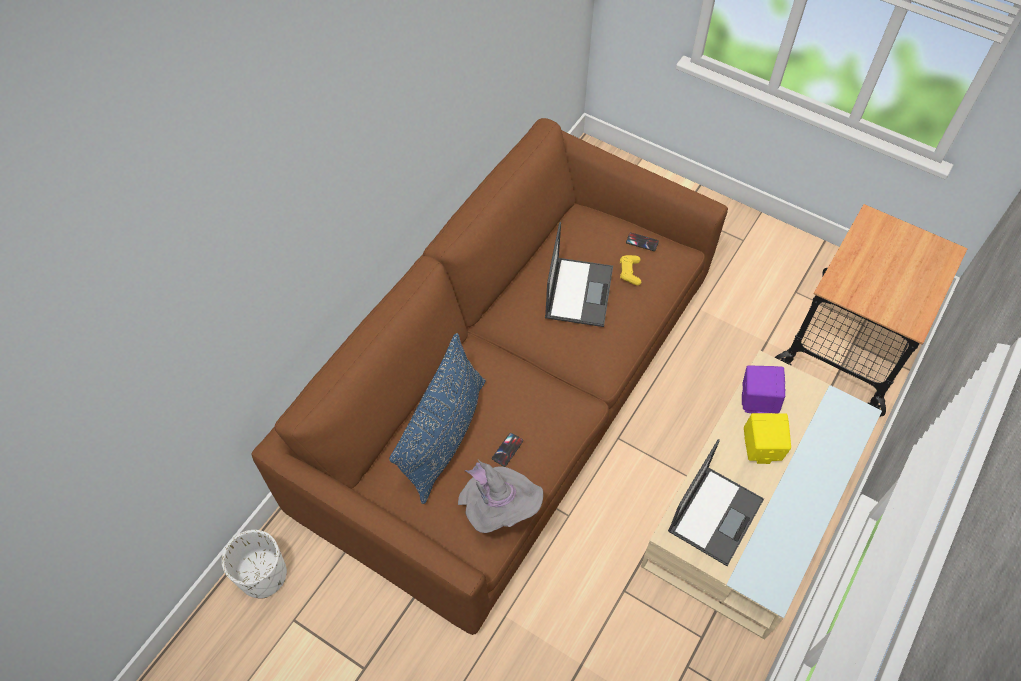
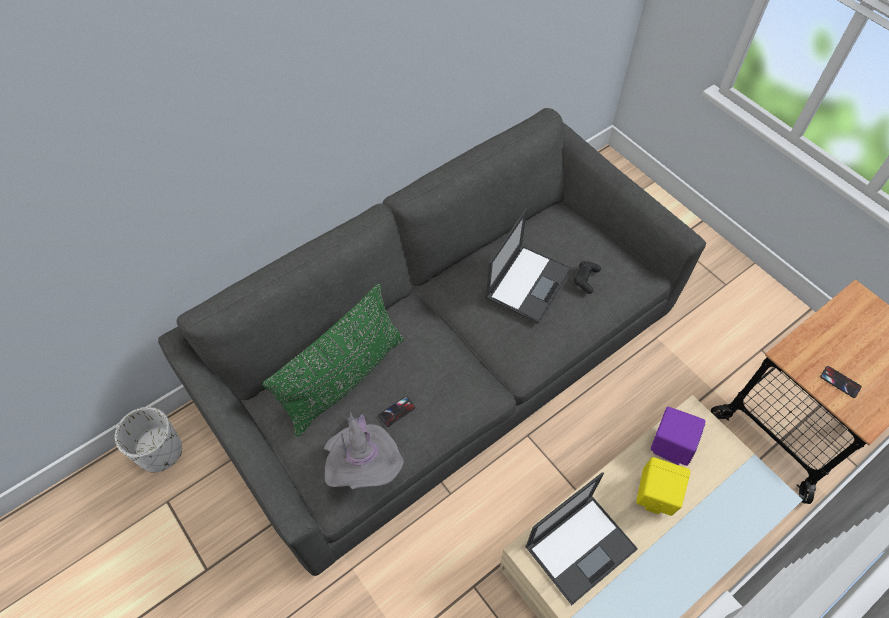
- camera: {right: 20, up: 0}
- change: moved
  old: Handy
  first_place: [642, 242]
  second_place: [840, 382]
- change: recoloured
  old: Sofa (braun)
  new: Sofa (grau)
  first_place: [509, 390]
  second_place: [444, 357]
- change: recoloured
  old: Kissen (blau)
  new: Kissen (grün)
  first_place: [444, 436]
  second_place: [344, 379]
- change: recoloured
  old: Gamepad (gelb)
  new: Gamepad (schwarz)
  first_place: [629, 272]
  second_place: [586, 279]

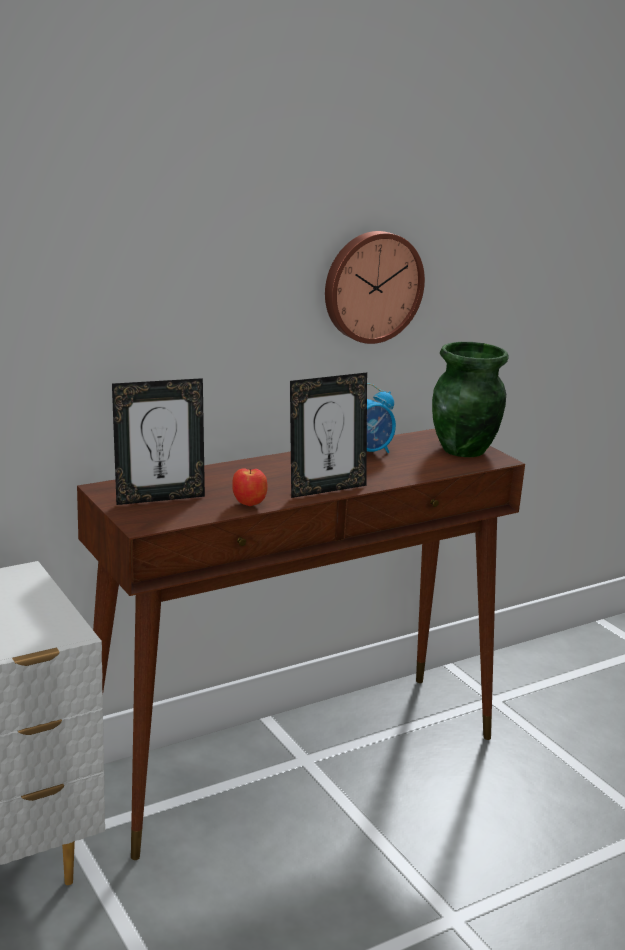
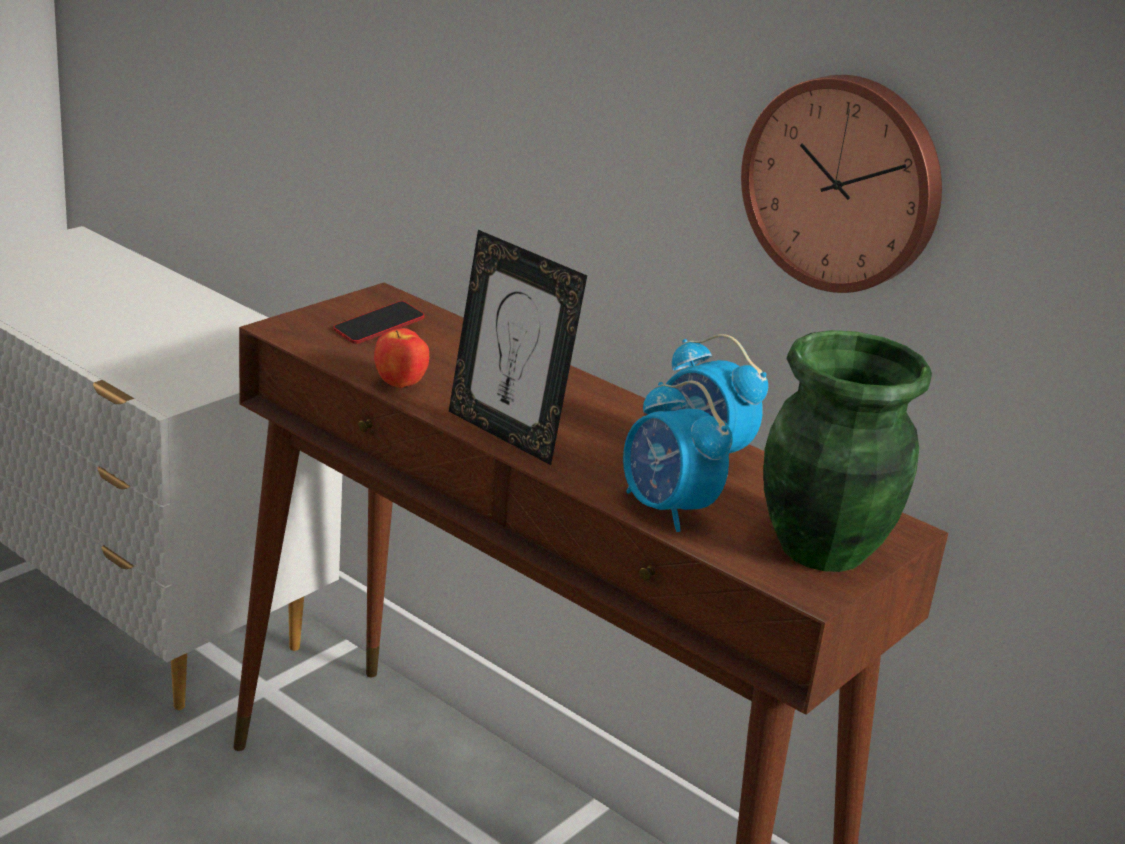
- camera: {right: 70, up: 5}
- change: added
  new: Wecker
  second_place: [667, 509]
- change: replaced
  old: Bilderrahmen
  new: Handy
  first_place: [159, 497]
  second_place: [379, 329]

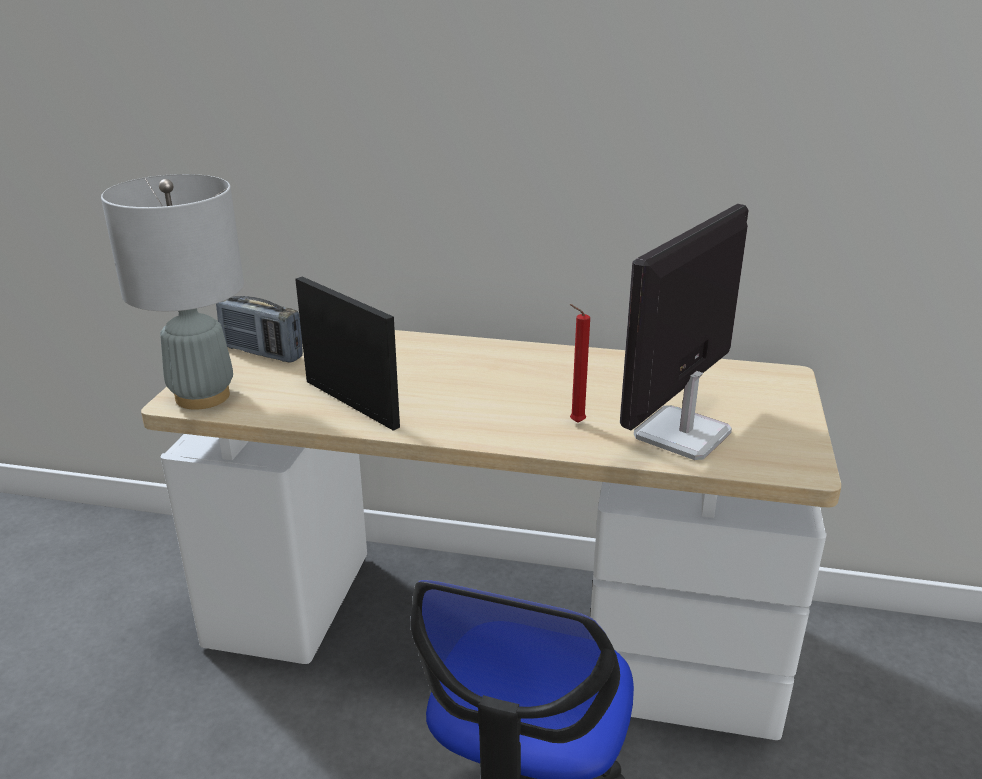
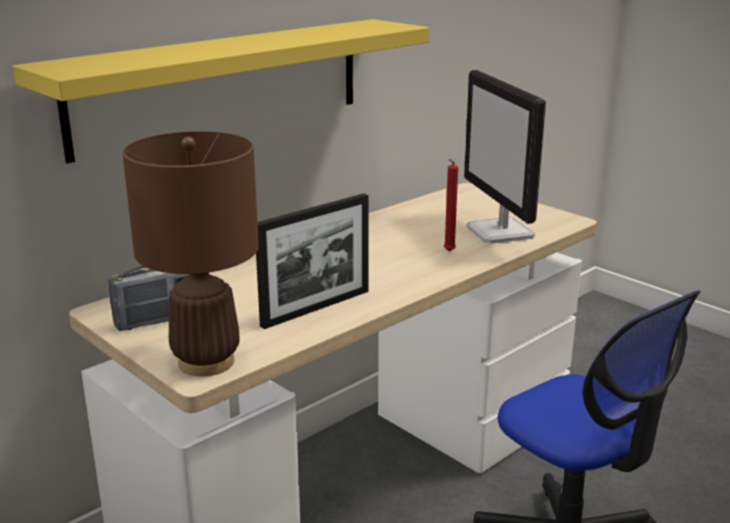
- camera: {right: -55, up: -5}
- change: added
  new: Wandregal (gelb)
  second_place: [223, 84]
- change: recoloured
  old: Tischlampe (grau)
  new: Tischlampe (braun)
  first_place: [203, 396]
  second_place: [206, 362]
- change: turned
  old: Bilderrahmen
  first_place: [351, 403]
  second_place: [316, 308]
  degrees: 150

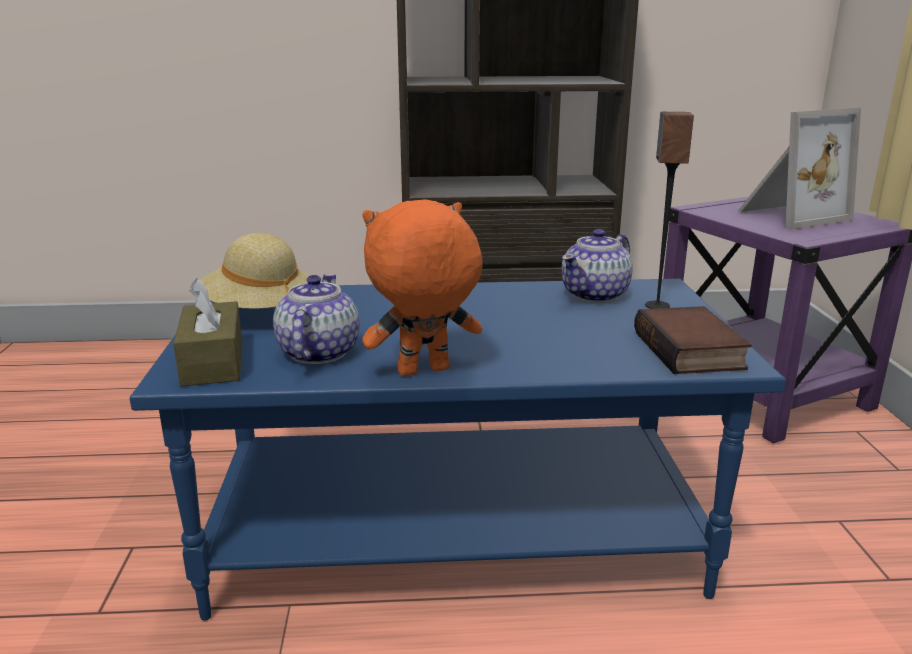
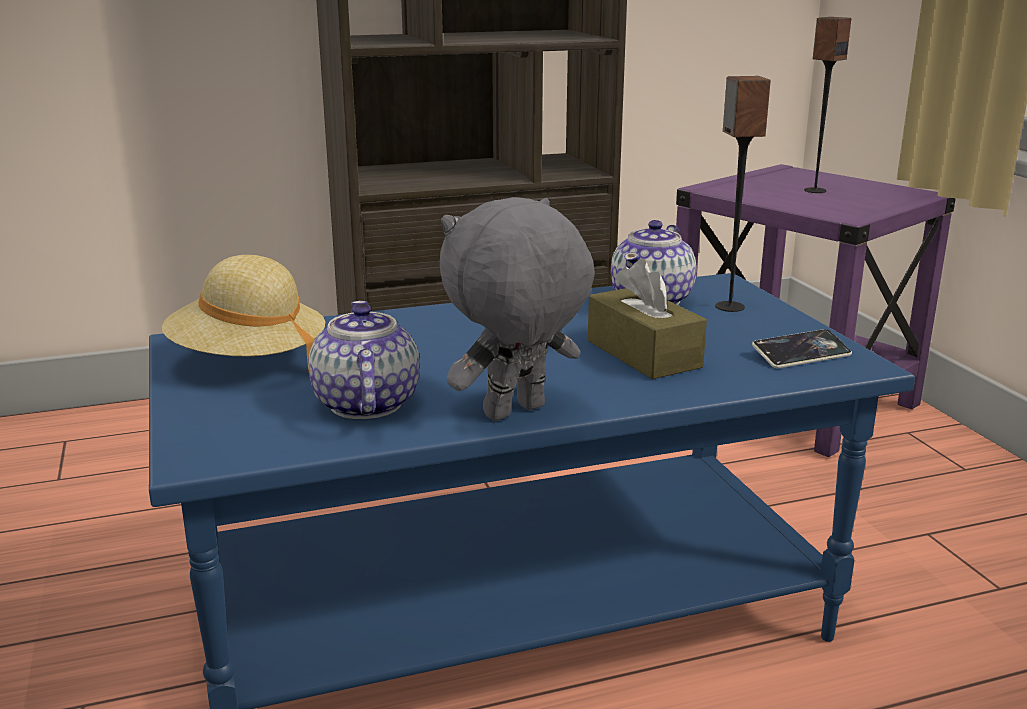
- camera: {right: -15, up: 0}
- change: moved
  old: Taschentuchbox (braun)
  first_place: [213, 362]
  second_place: [643, 354]
- change: replaced
  old: Buch
  new: Handy
  first_place: [692, 351]
  second_place: [801, 355]
- change: replaced
  old: Bilderrahmen
  new: Lautsprecher
  first_place: [789, 216]
  second_place: [814, 190]
- change: recoloured
  old: Plüschtier (orange)
  new: Plüschtier (grau)
  first_place: [423, 372]
  second_place: [515, 413]

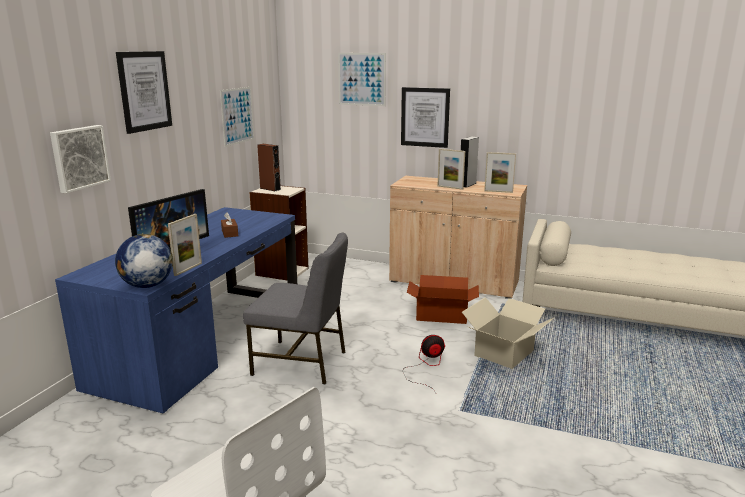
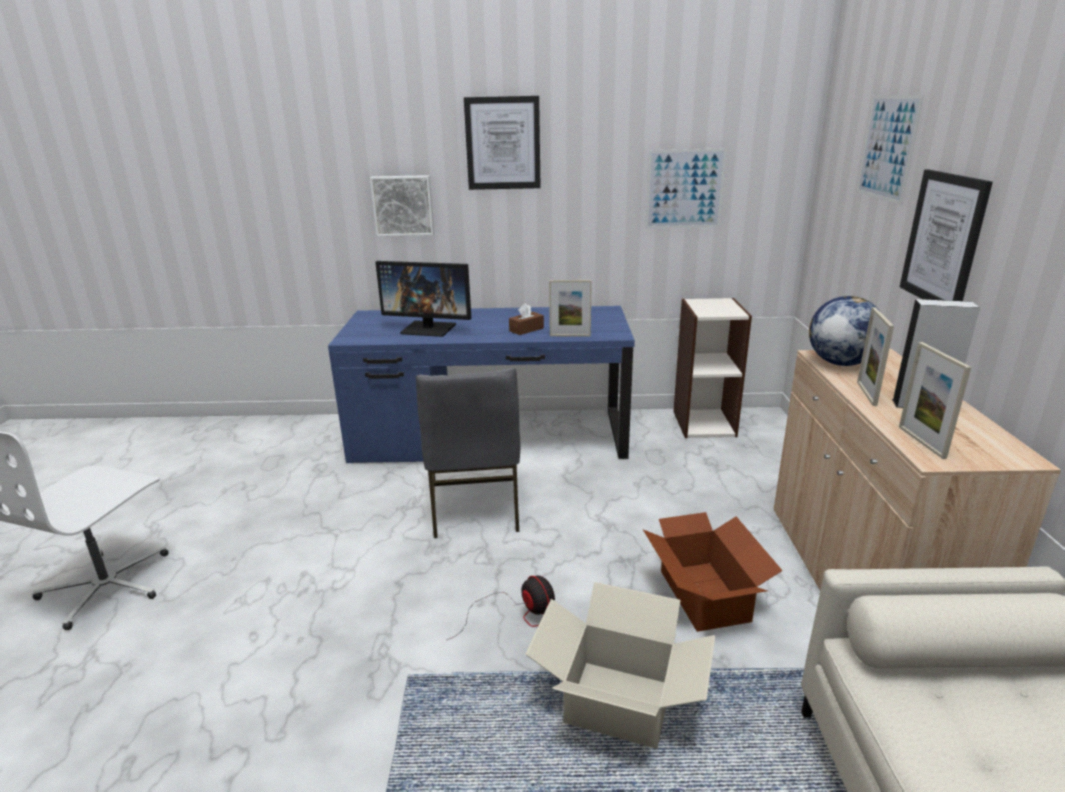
- camera: {right: 70, up: 5}
- change: removed
  old: Lautsprecher (braun)
  first_place: [270, 189]
- change: moved
  old: Globus
  first_place: [147, 285]
  second_place: [840, 363]
- change: moved
  old: Bilderrahmen
  first_place: [188, 269]
  second_place: [570, 335]

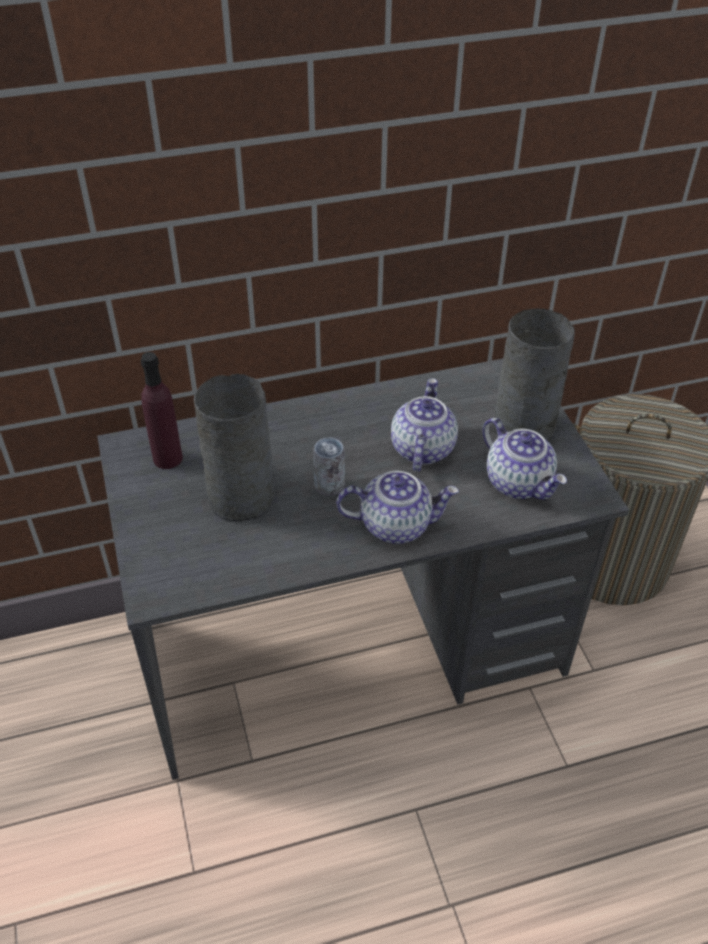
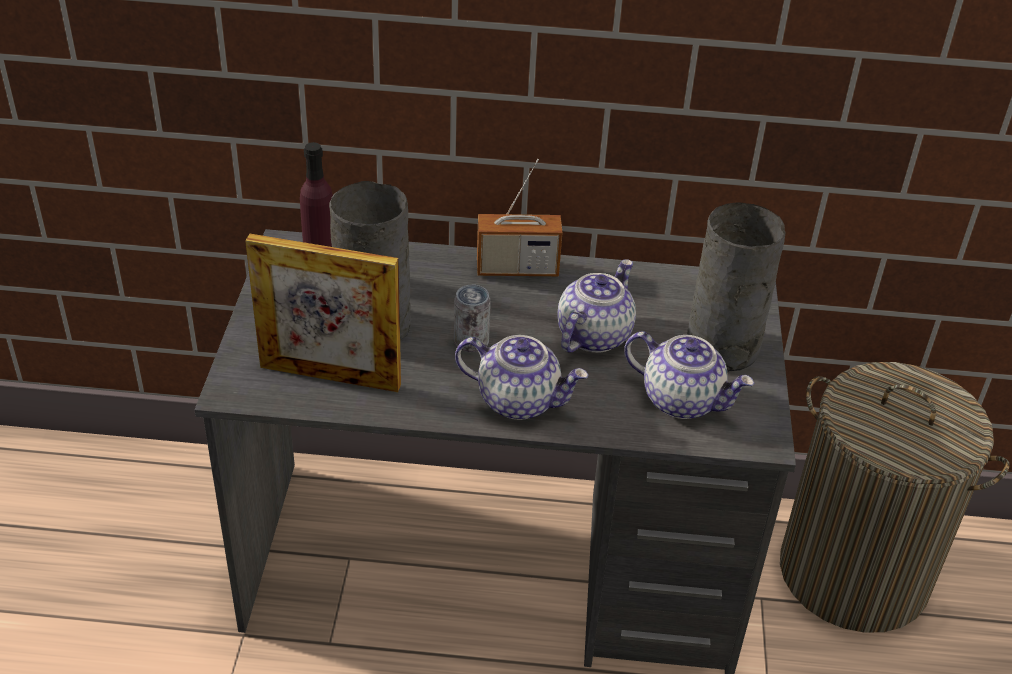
- camera: {right: 20, up: -5}
- change: added
  new: Bilderrahmen
  second_place: [330, 376]
- change: added
  new: Radio
  second_place: [517, 269]
- change: turned
  old: Teekanne
  first_place: [519, 482]
  second_place: [683, 400]
  degrees: -45

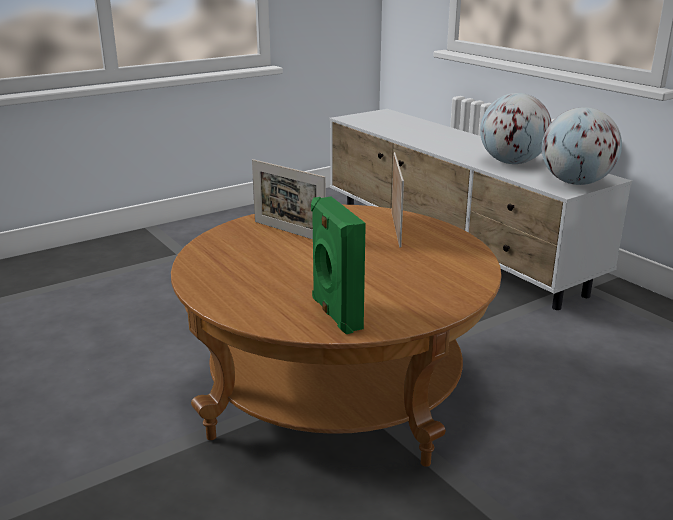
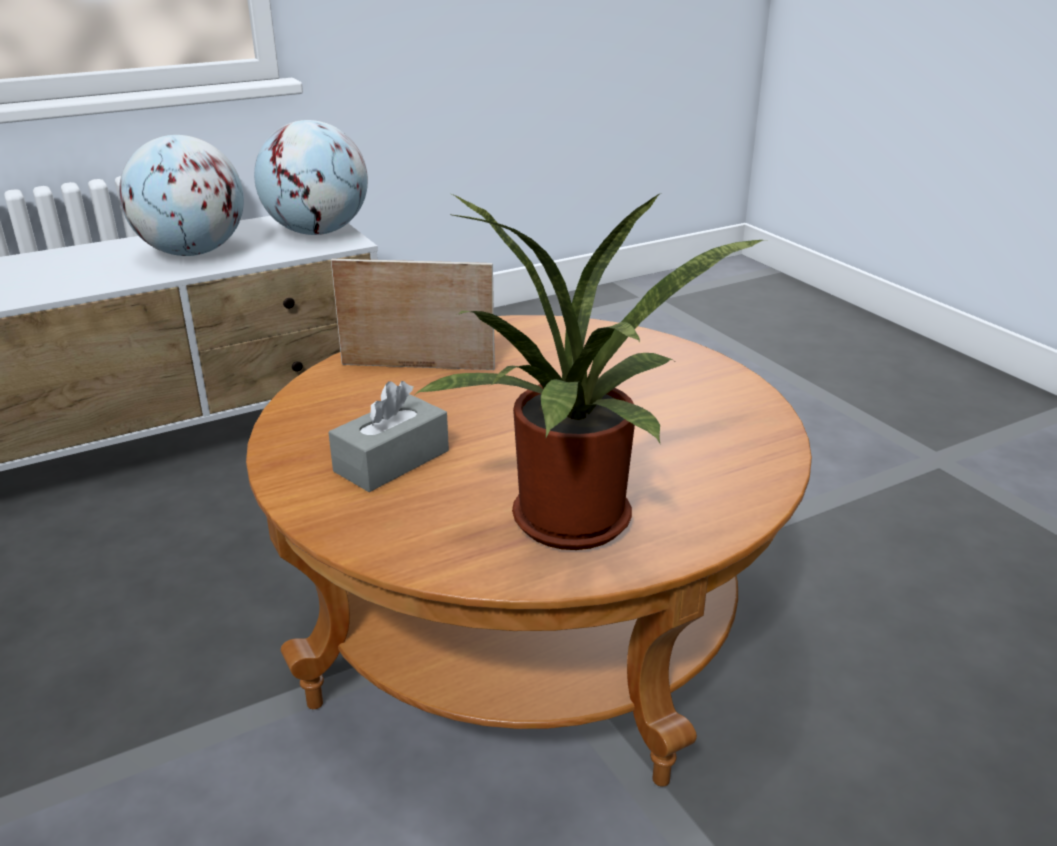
- camera: {right: -85, up: 5}
- change: removed
  old: Lautsprecher (grün)
  first_place: [335, 314]
- change: added
  new: Topfpflanze
  second_place: [573, 528]
- change: replaced
  old: Bilderrahmen
  new: Taschentuchbox (grau)
  first_place: [289, 232]
  second_place: [392, 461]

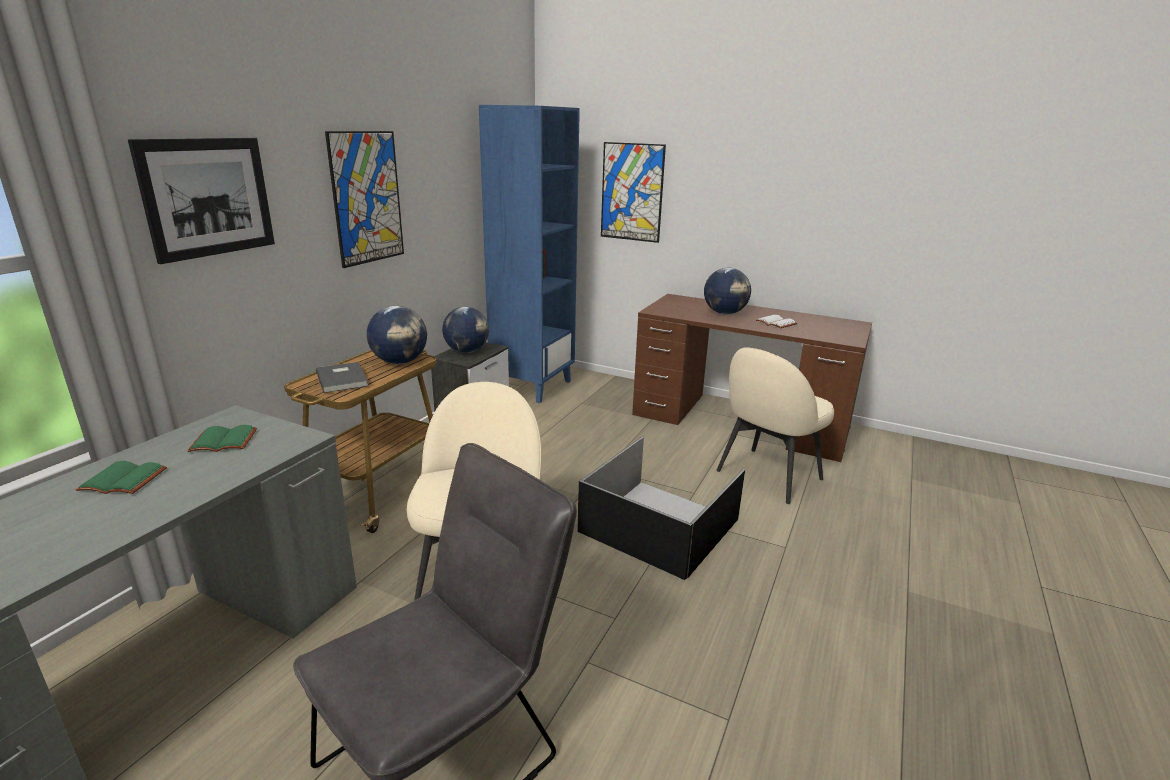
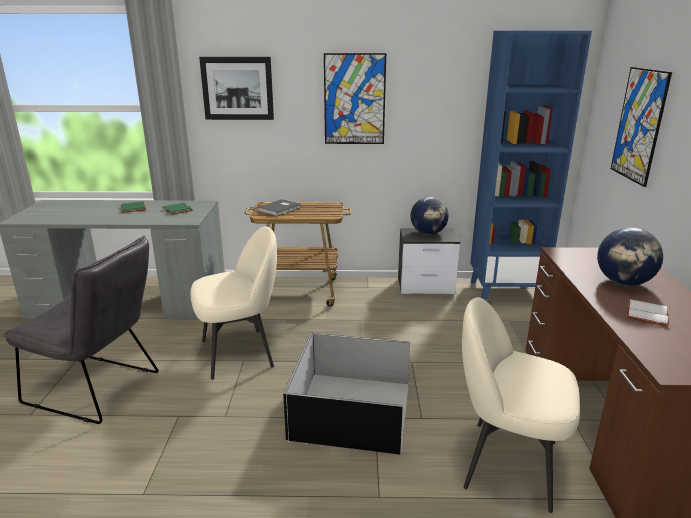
- camera: {right: 65, up: 0}
- change: removed
  old: Globus
  first_place: [400, 362]

